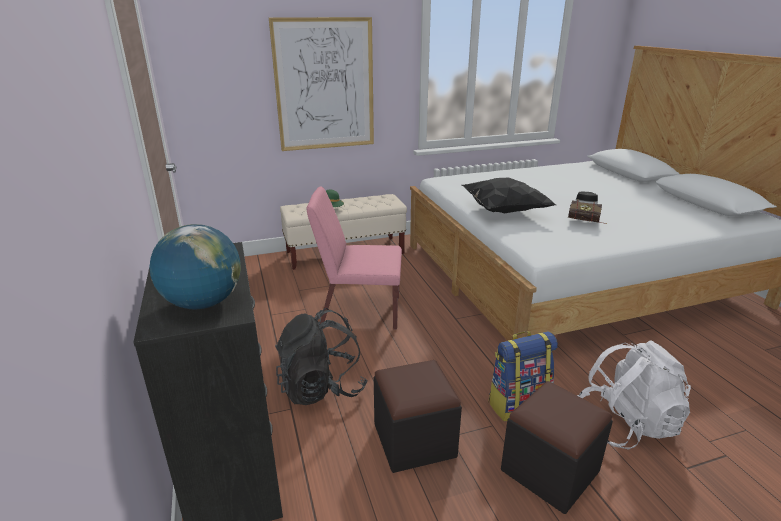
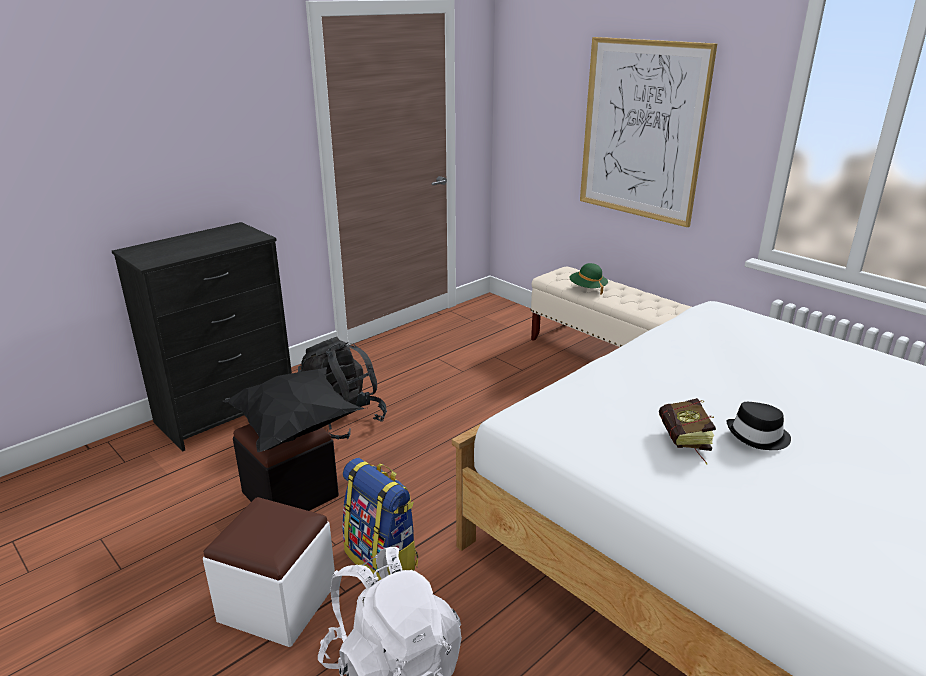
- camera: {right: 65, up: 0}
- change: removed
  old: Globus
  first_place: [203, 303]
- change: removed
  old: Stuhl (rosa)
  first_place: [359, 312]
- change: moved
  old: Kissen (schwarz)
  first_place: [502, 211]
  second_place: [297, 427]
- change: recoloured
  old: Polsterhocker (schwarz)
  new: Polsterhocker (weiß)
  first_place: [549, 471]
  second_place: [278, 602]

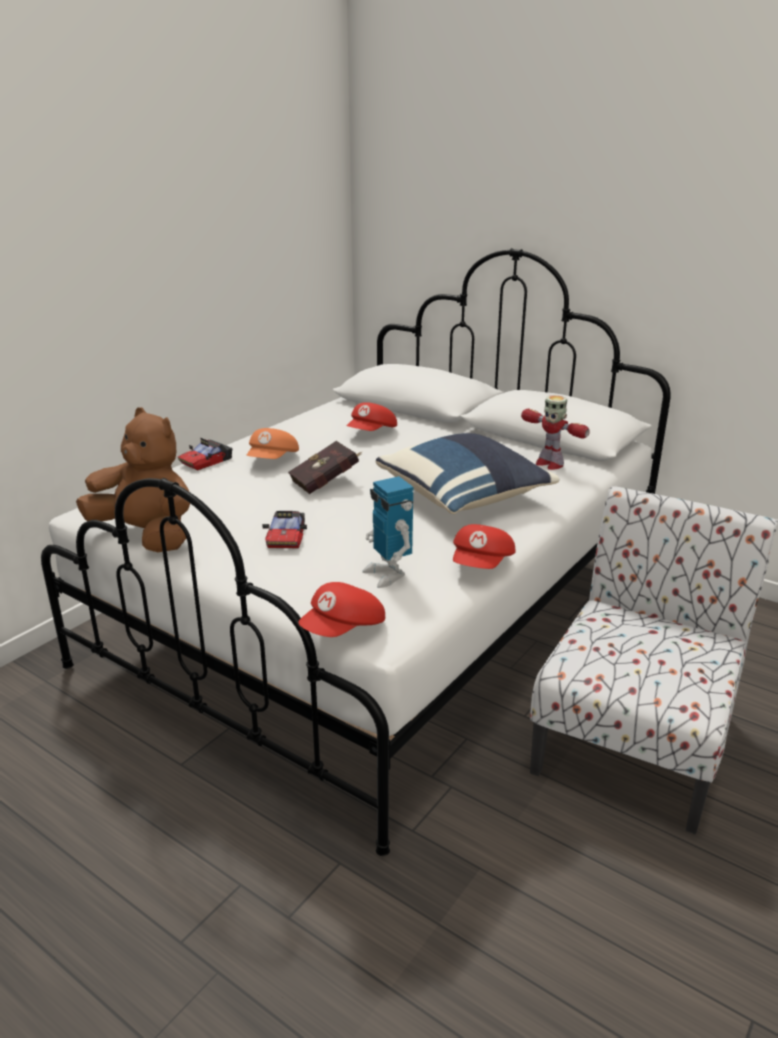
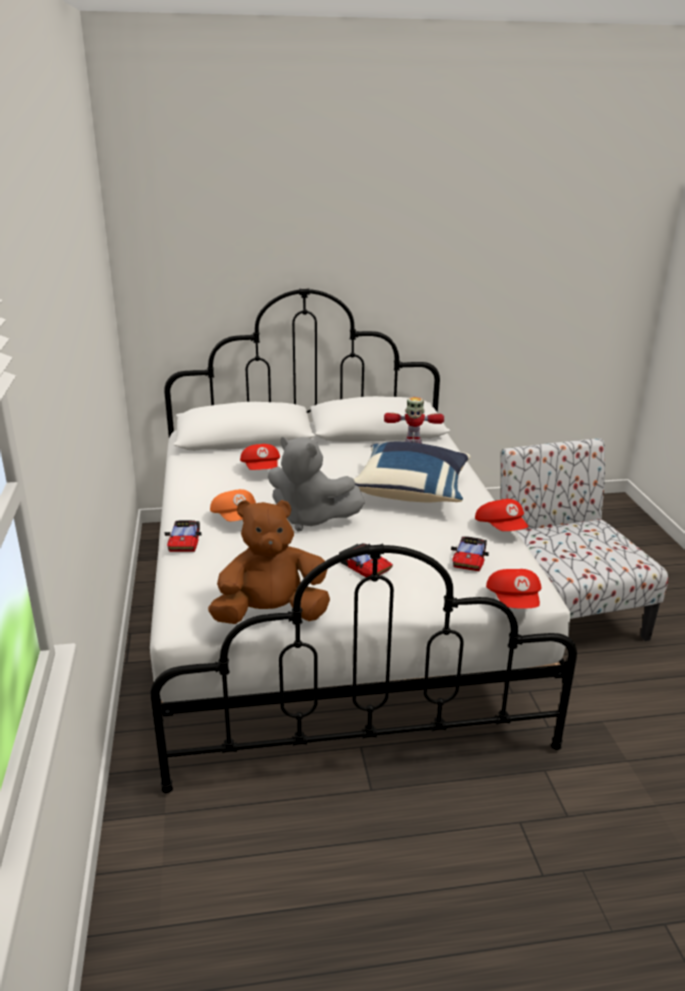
- camera: {right: -45, up: 0}
- change: replaced
  old: Buch (rot)
  new: Plüschtier (grau)
  first_place: [327, 483]
  second_place: [310, 519]
- change: replaced
  old: Spielzeugroboter
  new: Spielzeugauto
  first_place: [388, 574]
  second_place: [469, 559]

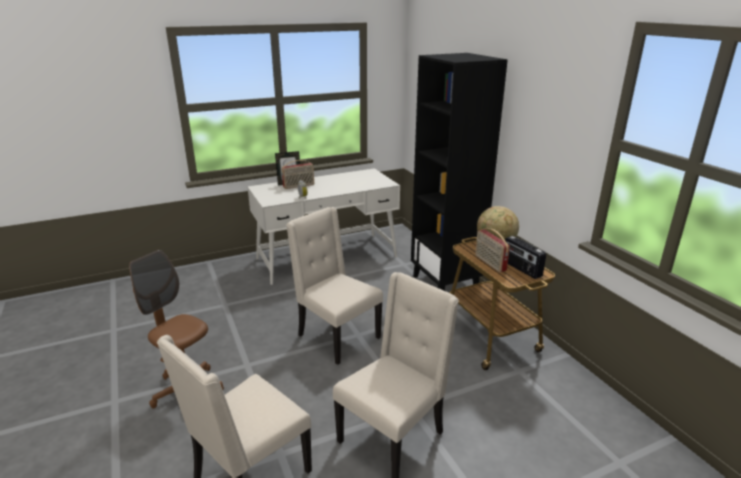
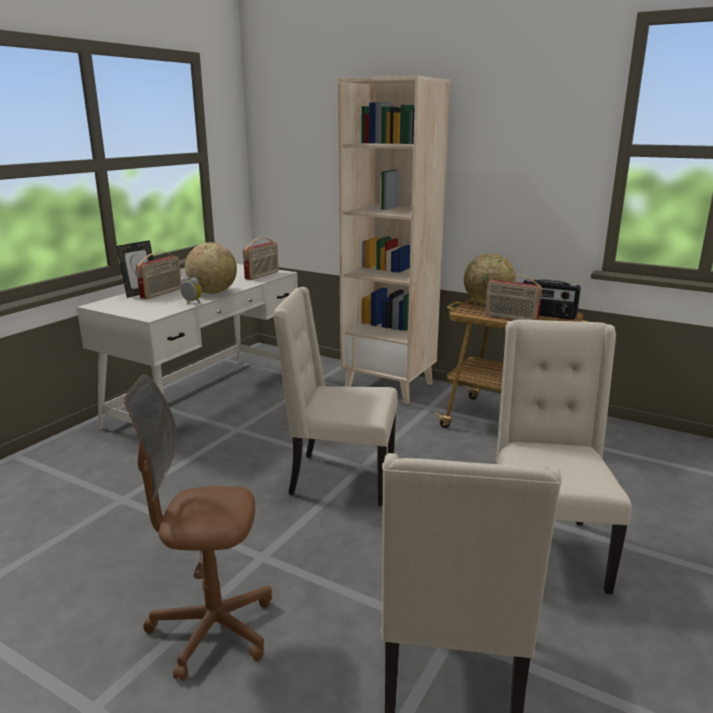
- camera: {right: -35, up: -5}
- change: added
  new: Globus
  second_place: [213, 292]
- change: added
  new: Radio
  second_place: [262, 275]
- change: recoloured
  old: Bücherregal (schwarz)
  new: Bücherregal (beige)
  first_place: [446, 283]
  second_place: [389, 386]

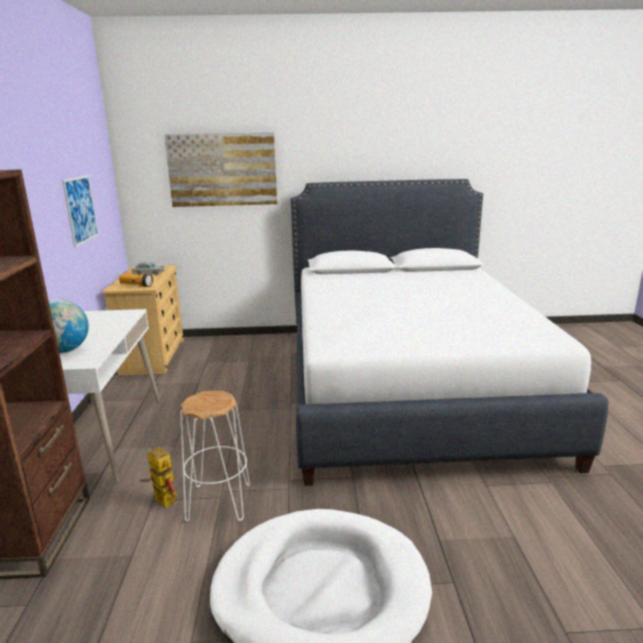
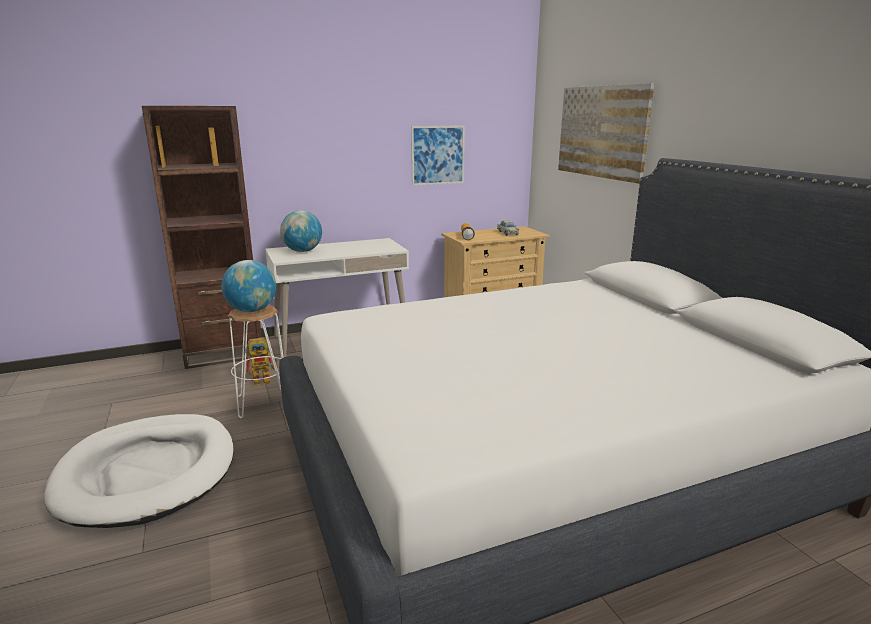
- camera: {right: 70, up: 0}
- change: added
  new: Globus
  second_place: [252, 310]
- change: turned
  old: Spielzeugroboter
  first_place: [161, 499]
  second_place: [266, 380]
  degrees: 45

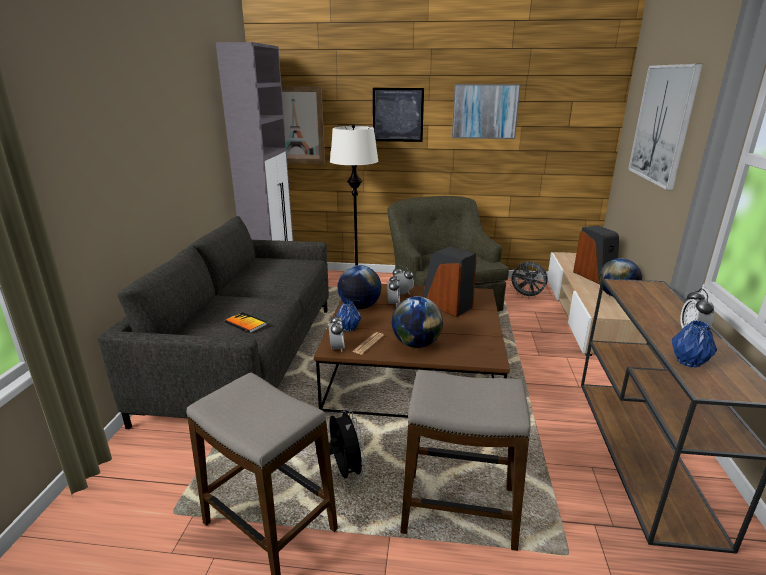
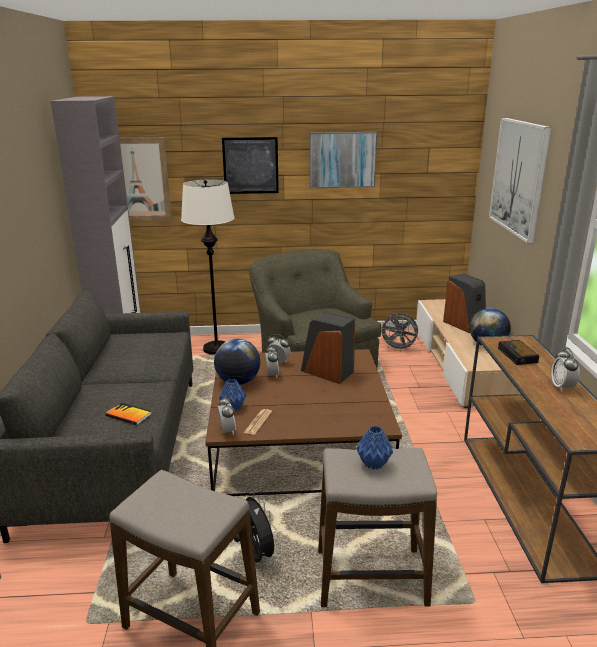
- camera: {right: -10, up: 0}
- change: removed
  old: Globus
  first_place: [416, 344]
- change: added
  new: Wecker
  second_place: [518, 356]
- change: moved
  old: Vase (blau)
  first_place: [688, 362]
  second_place: [373, 464]

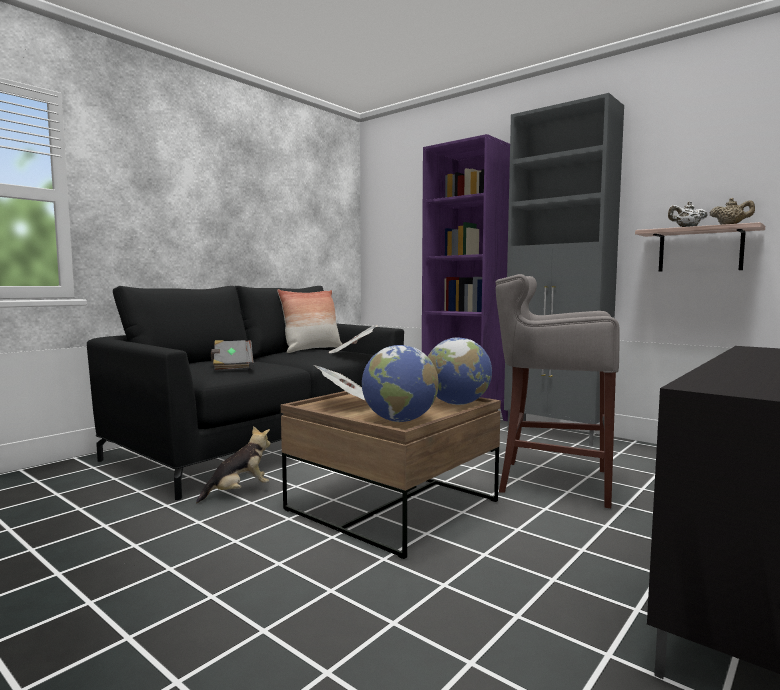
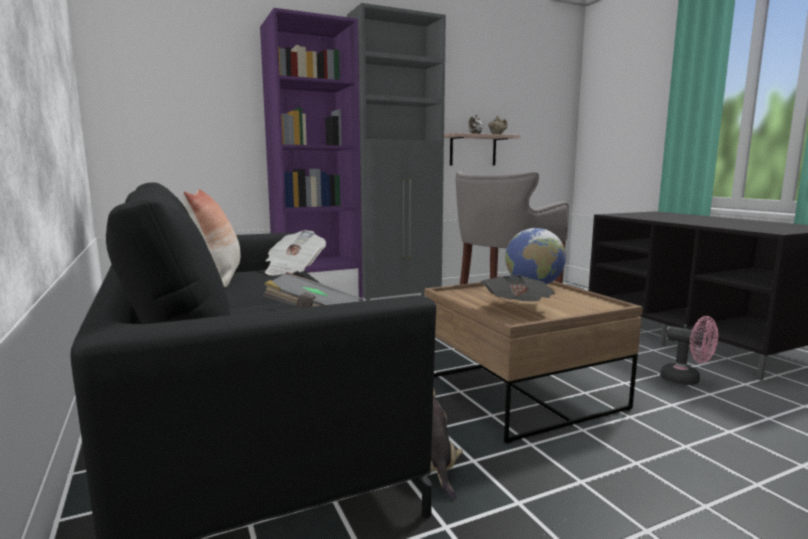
- camera: {right: -65, up: 5}
- change: removed
  old: Globus
  first_place: [399, 420]
- change: added
  new: Ventilator (rosa)
  second_place: [686, 380]

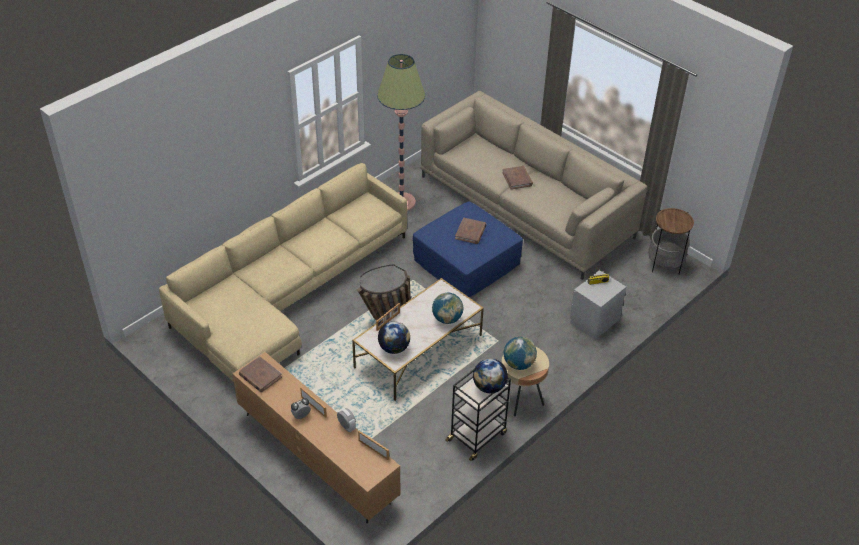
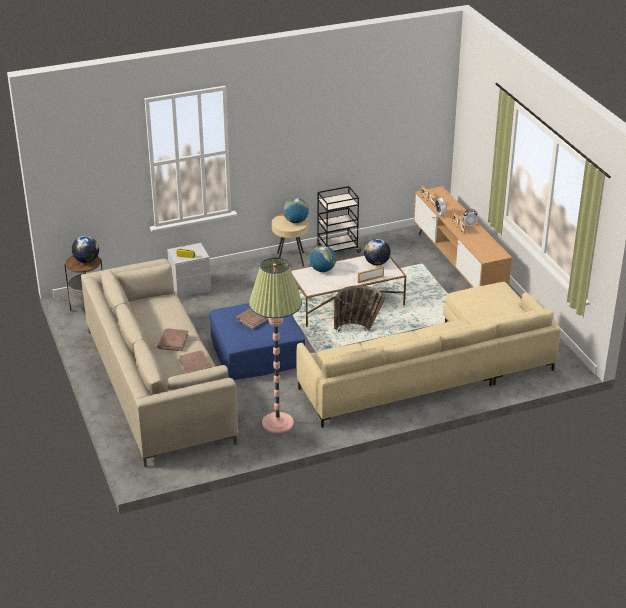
- camera: {right: -155, up: -10}
- change: moved
  old: Buch (braun)
  first_place: [260, 376]
  second_place: [195, 365]
- change: moved
  old: Globus
  first_place: [489, 387]
  second_place: [86, 261]

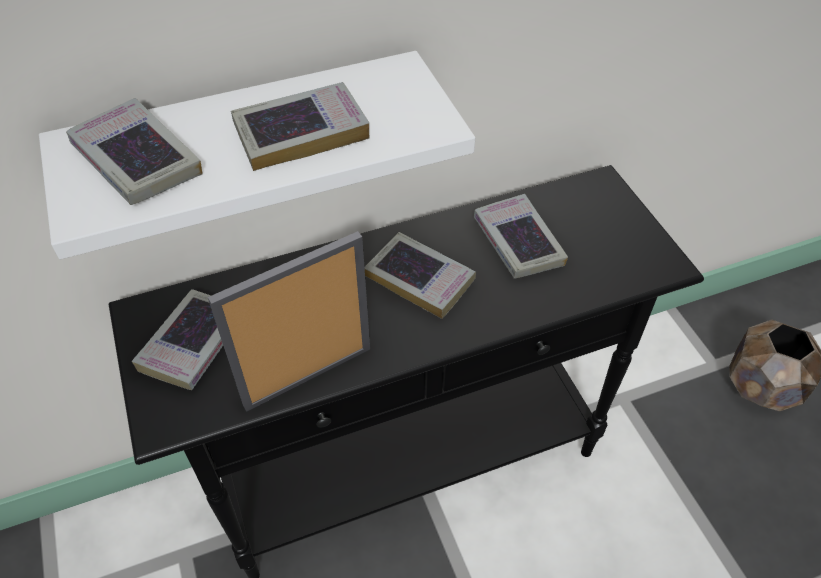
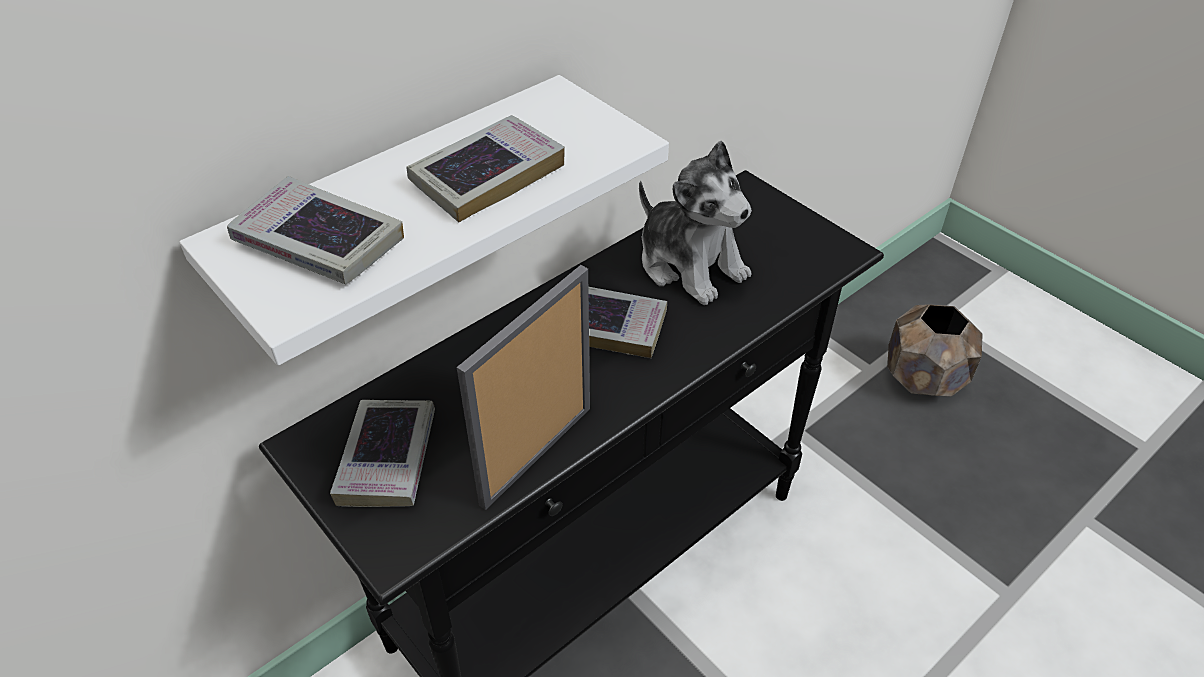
- camera: {right: -20, up: -5}
- change: replaced
  old: Buch
  new: Plüschtier
  first_place: [518, 242]
  second_place: [690, 264]

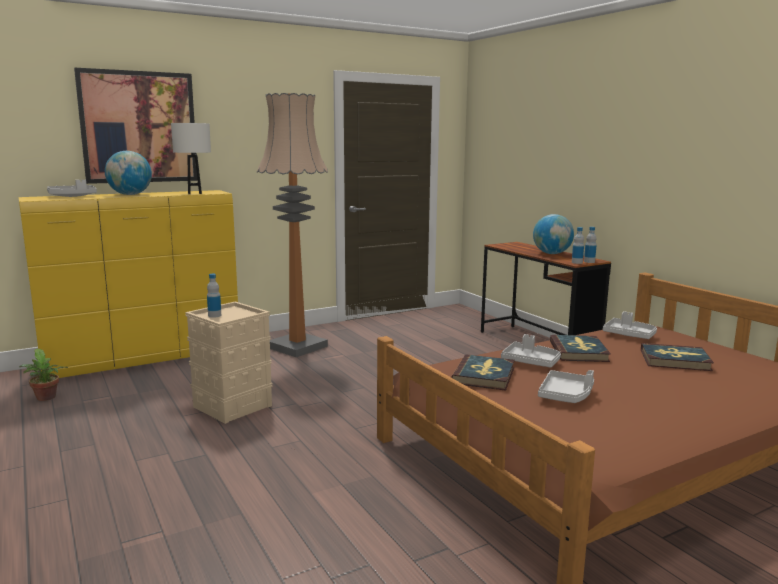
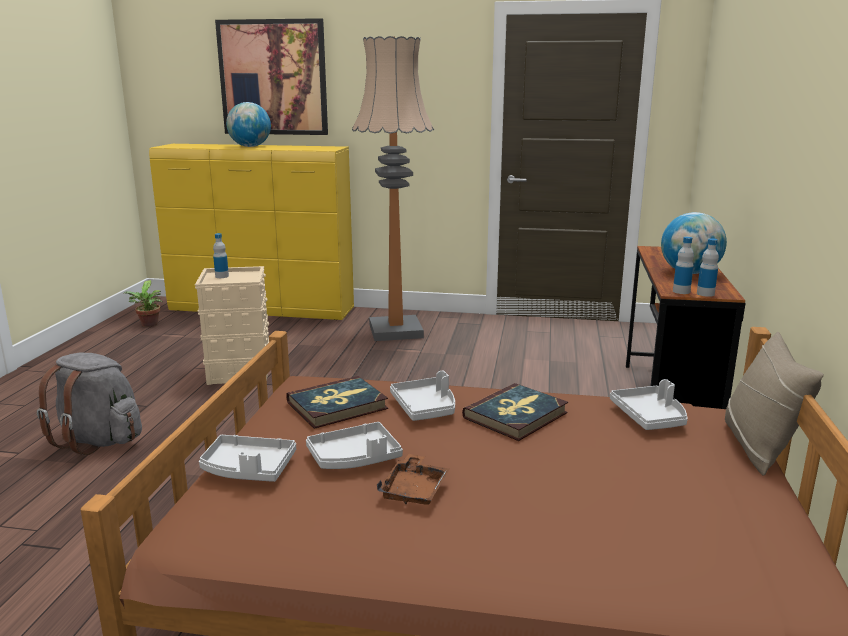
- camera: {right: 40, up: 5}
- change: removed
  old: Tischlampe (weiß)
  first_place: [194, 193]
- change: removed
  old: Buch
  first_place: [675, 360]
- change: added
  new: Rucksack (grau)
  second_place: [99, 440]
- change: added
  new: Tablett (braun)
  second_place: [414, 490]
- change: added
  new: Kissen (beige)
  second_place: [759, 447]
- change: moved
  old: Tablett (grau)
  first_place: [73, 196]
  second_place: [248, 469]

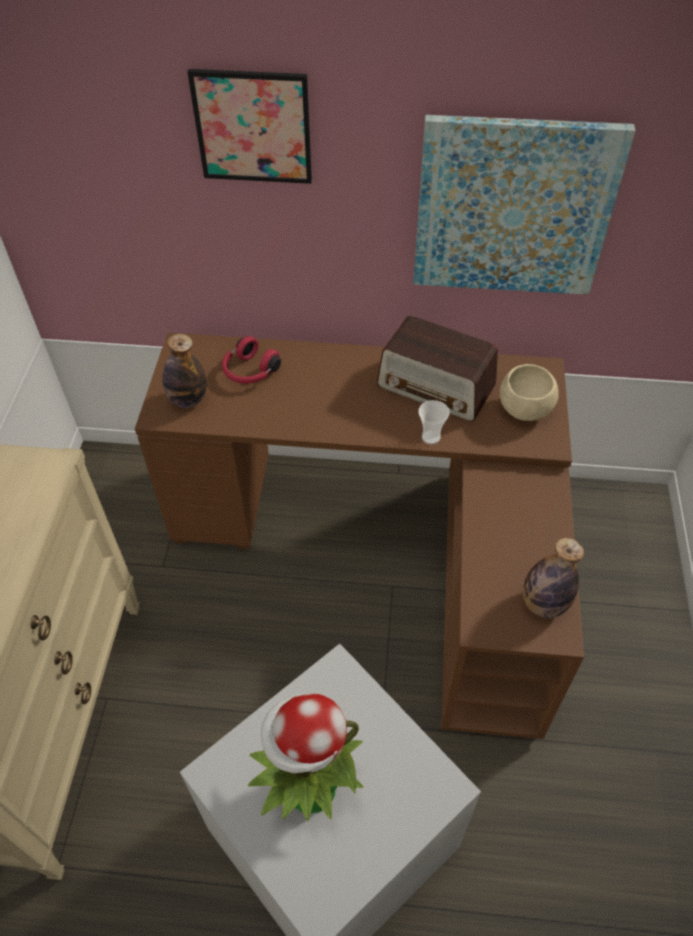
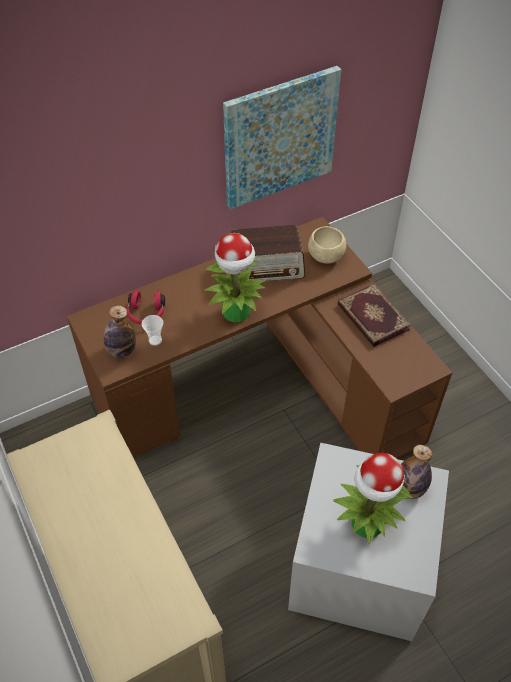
- camera: {right: -35, up: 0}
- change: removed
  old: Bild
  first_place: [253, 127]
- change: added
  new: Topfpflanze
  second_place: [237, 312]
- change: added
  new: Buch
  second_place: [372, 317]
- change: moved
  old: Tasse
  first_place: [431, 437]
  second_place: [155, 340]
- change: moved
  old: Flasche
  first_place: [543, 604]
  second_place: [409, 489]

